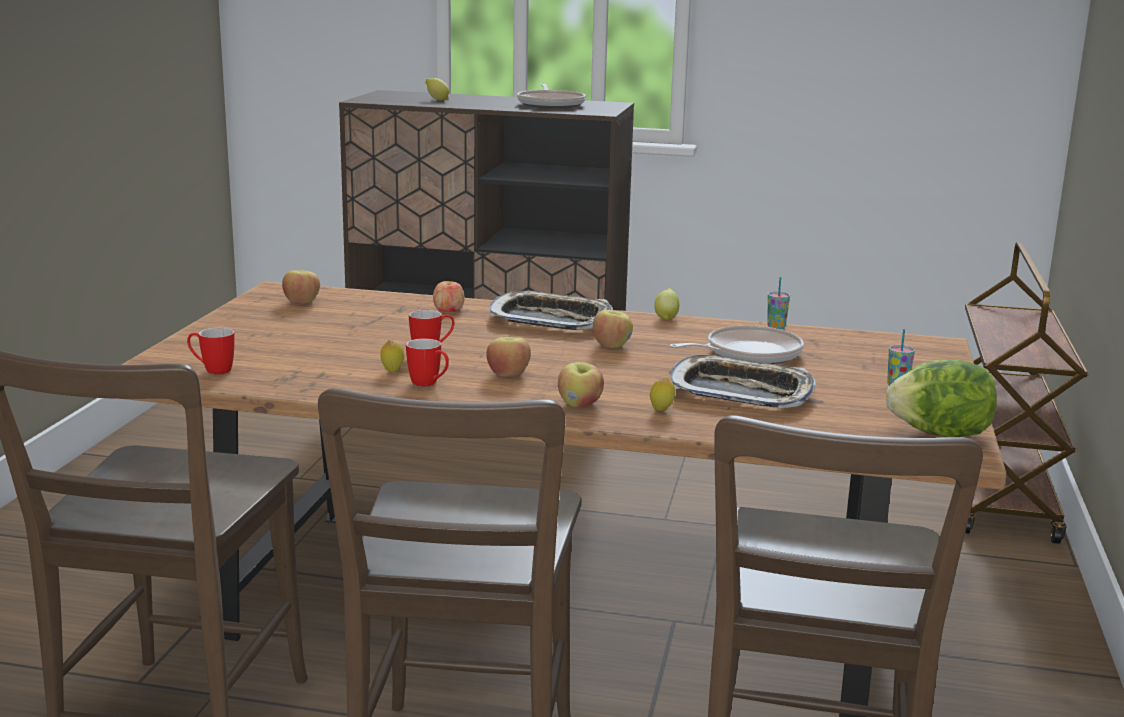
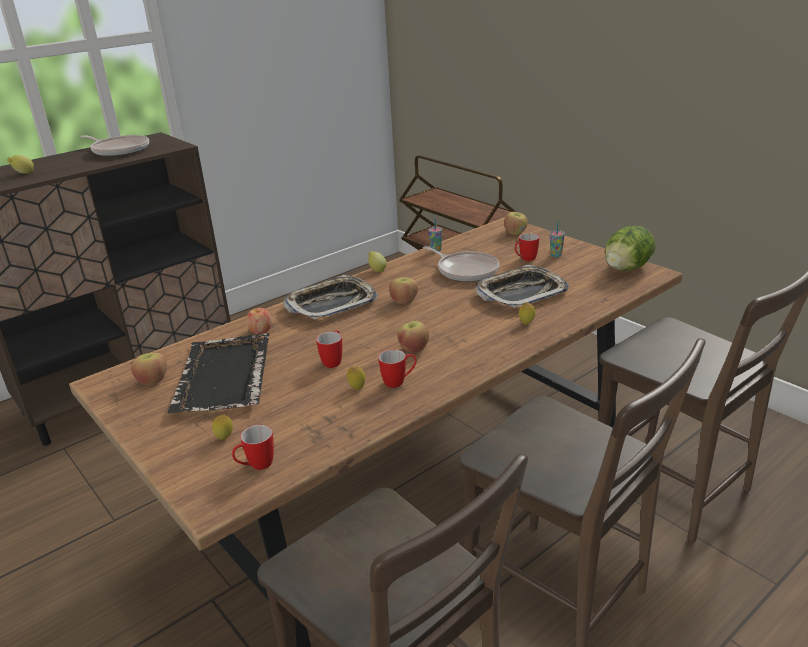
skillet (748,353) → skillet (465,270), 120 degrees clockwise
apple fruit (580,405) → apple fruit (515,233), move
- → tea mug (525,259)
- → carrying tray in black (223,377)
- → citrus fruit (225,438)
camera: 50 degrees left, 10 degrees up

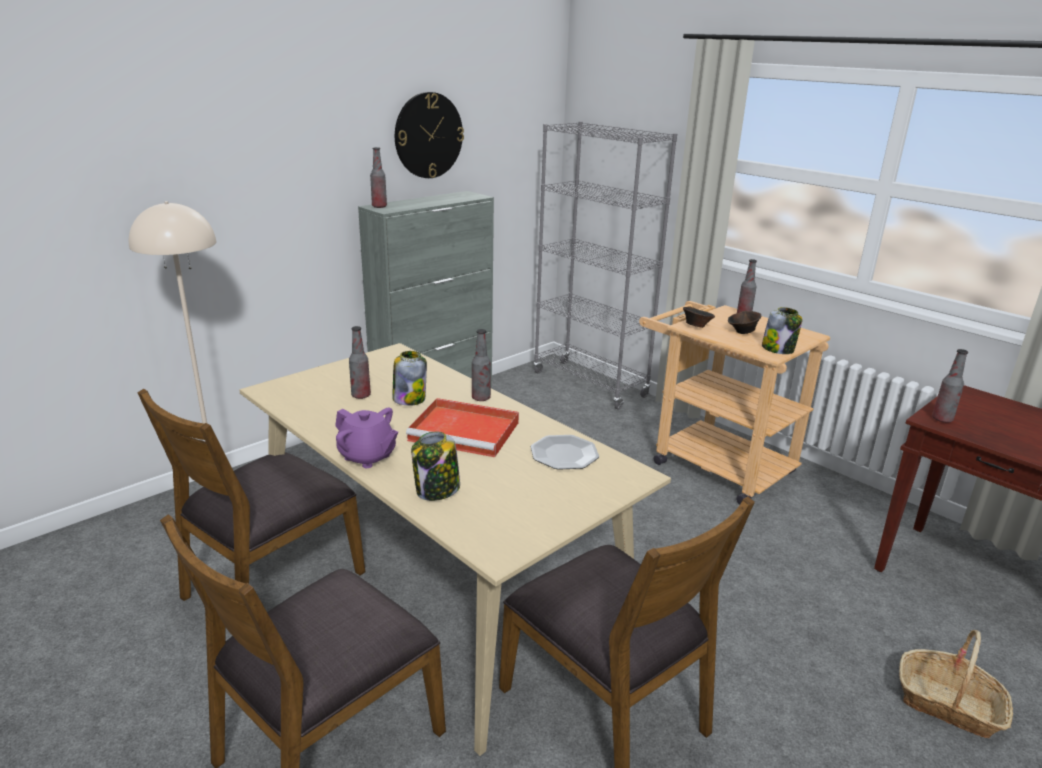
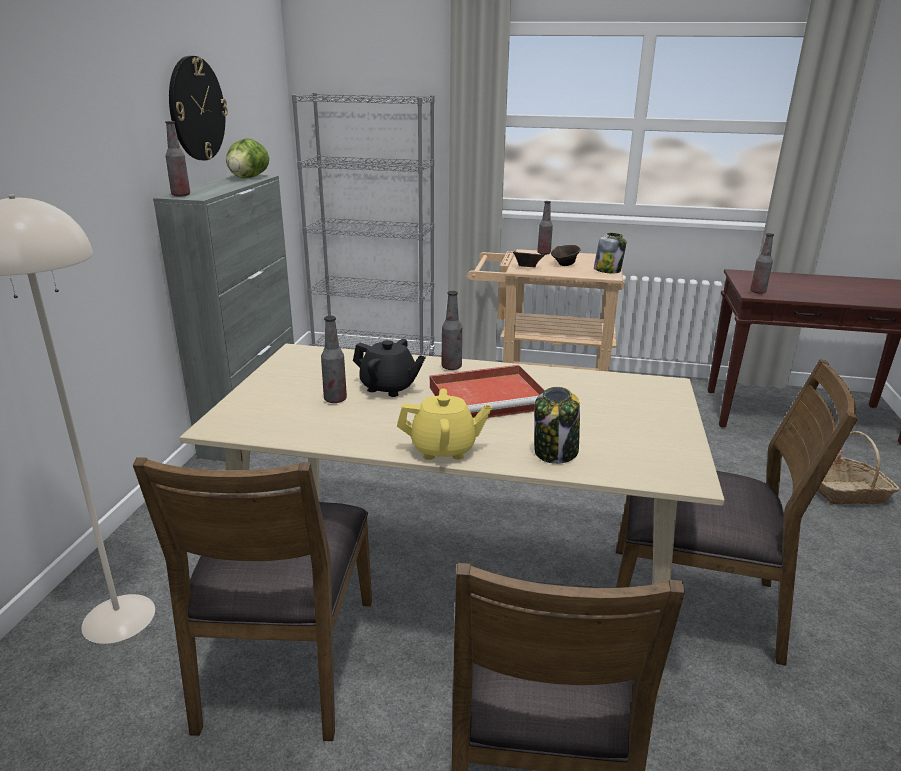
storage jar (409,399) → teapot in black (389,387)
teapot in purple-coloured (367,457) → teapot in yellowish (444,449)
dinner plate (564,454) → -
- → lettuce (248,178)
camera: 35 degrees left, 0 degrees up

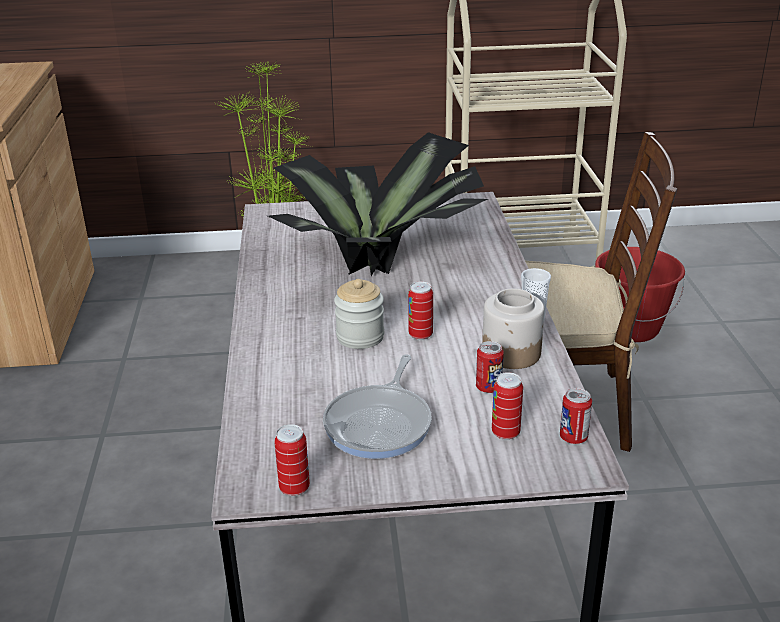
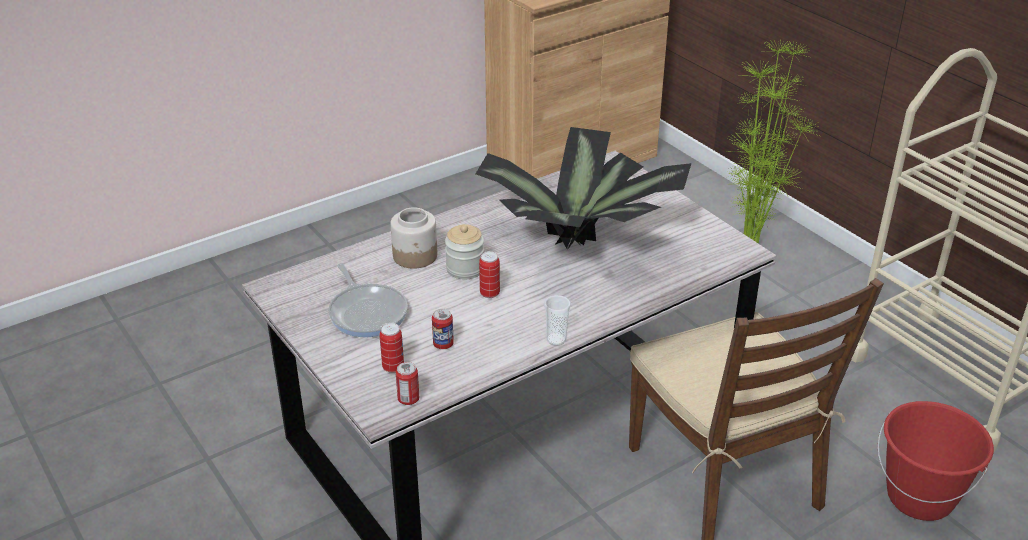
storage jar (512,353) → storage jar (415,256), move
skillet (380,424) → skillet (367,312), 105 degrees counterclockwise
metal can (294,488) → -
camera: 60 degrees right, 5 degrees up

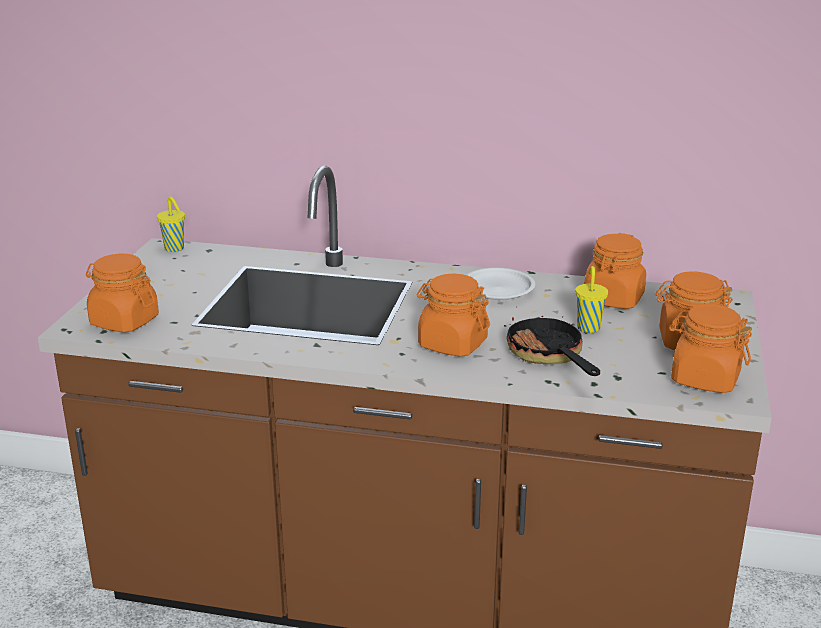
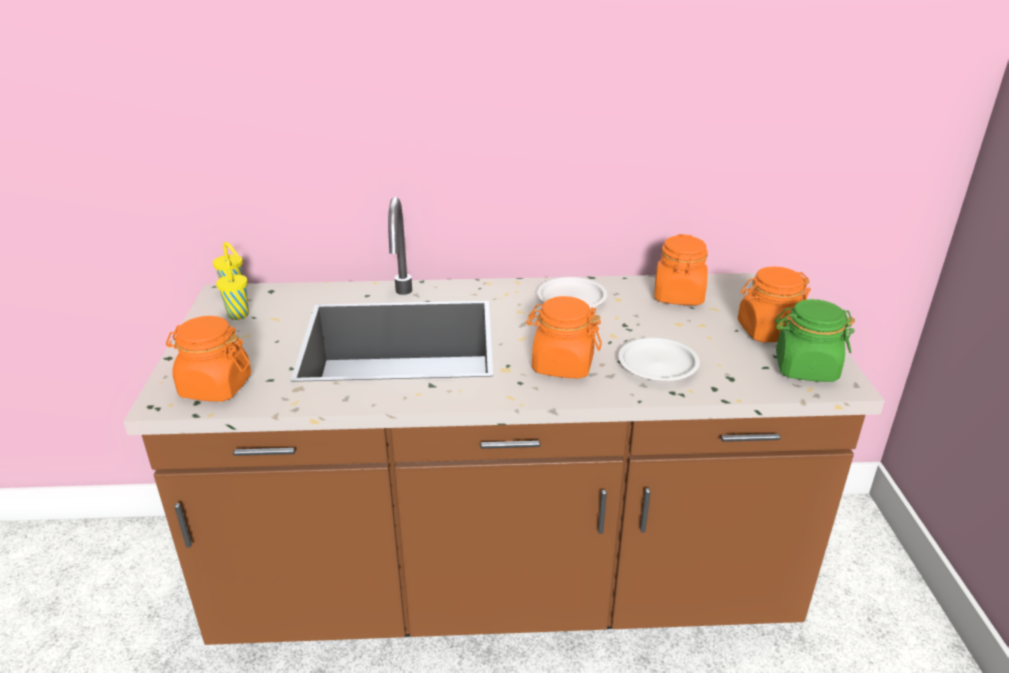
cup in yellowish (588,327) → cup in yellowish (238,314), move
storage jar in orangey (704,379) → storage jar in greenish (805,368)
skillet (549,356) → dinner plate in white-coloured (657,365)
camera: 15 degrees left, 5 degrees up

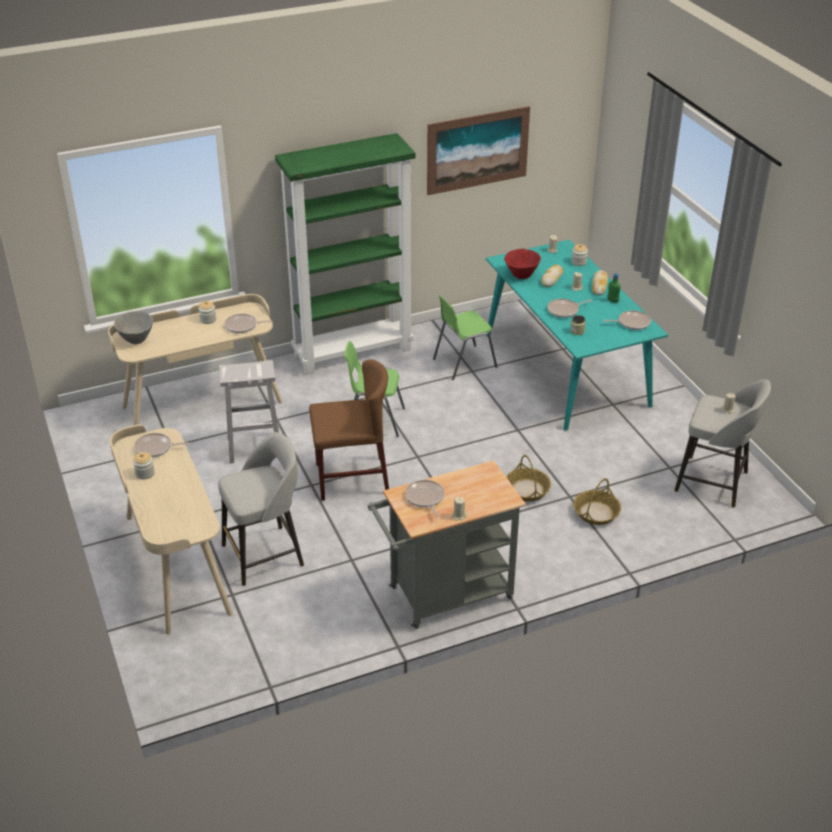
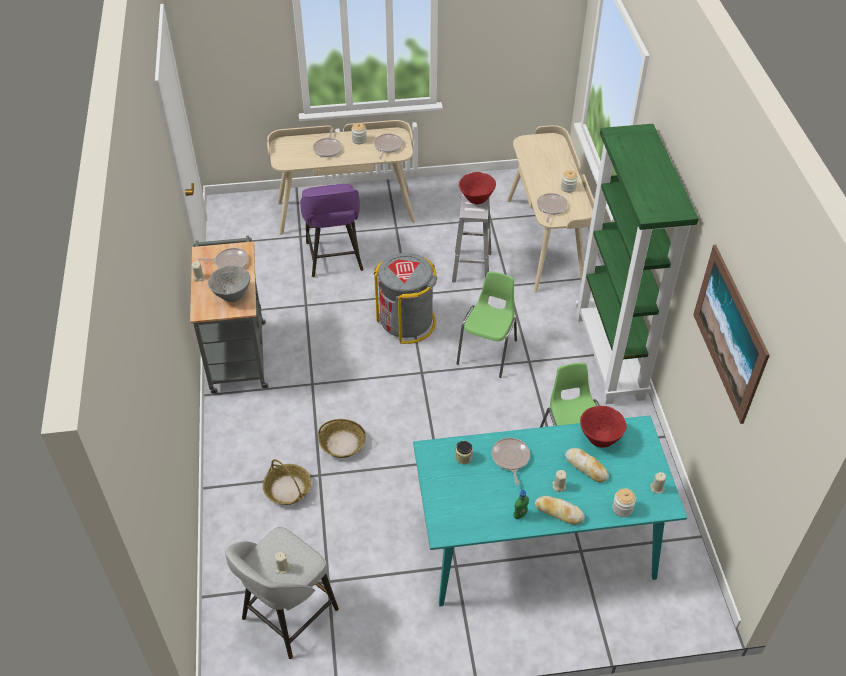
skillet (632,323) → skillet (328,149), move
bowl in gray (136,340) → bowl in gray (232,296), move
chair in brownish (352,478) → trash can in gray (407,322)
sitting stool in gray (265,554) → sitting stool in purple-coloured (334,258)
- → bowl in reddish (476,200)
camera: 105 degrees right, 10 degrees up

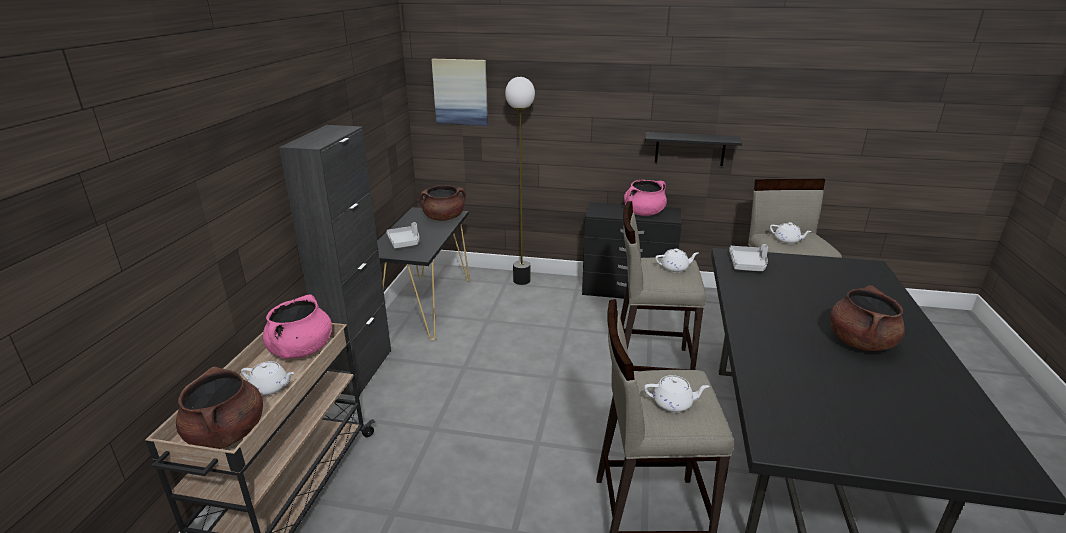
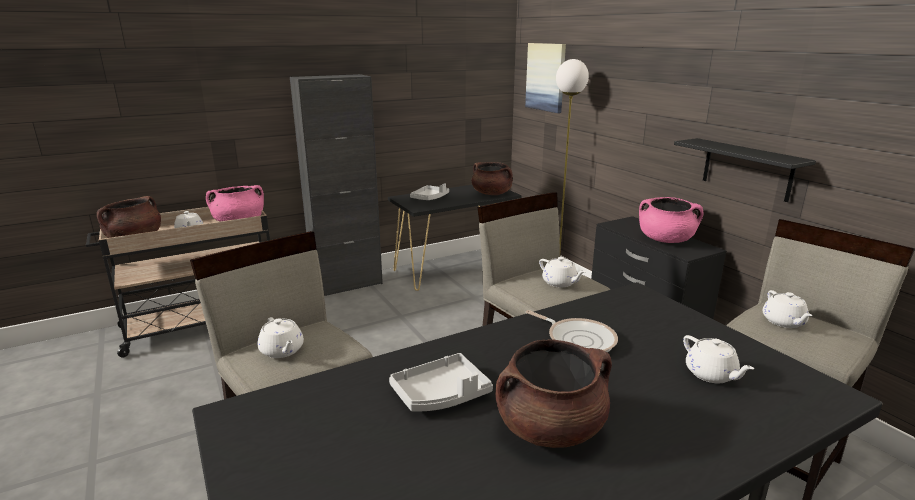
carrying tray in gray (748,264) → carrying tray in gray (441,394), move
- → skillet (578,339)
- → teapot in white-coloured (711,374)
camera: 50 degrees right, 5 degrees down

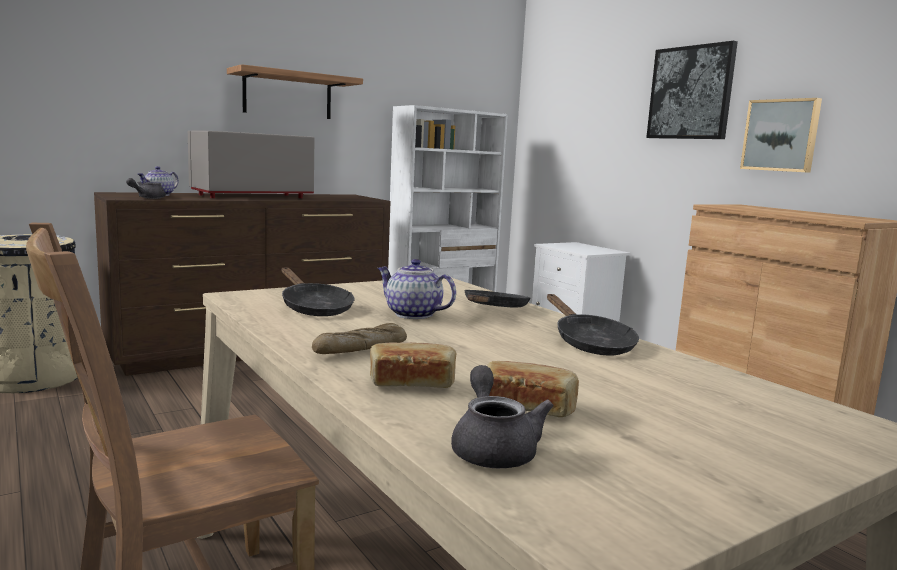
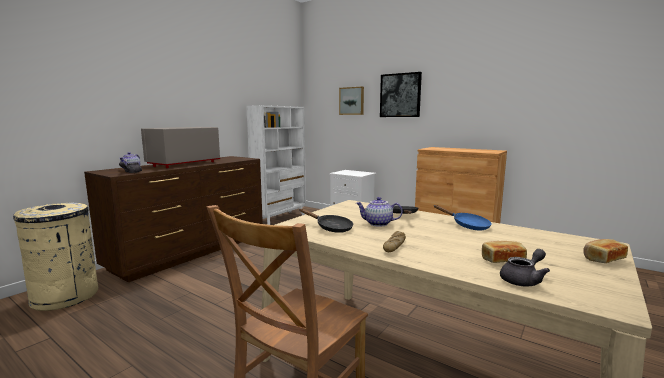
bracket shelf (287,95) → -
picture (781,135) → picture (352,101), move
skillet in black (589,343) → skillet in blue (467,225)
baked bread (412,384) → baked bread (602,259), move
teapot in gray (493,448) → teapot in gray (523,280), 90 degrees clockwise
camera: 20 degrees left, 0 degrees up

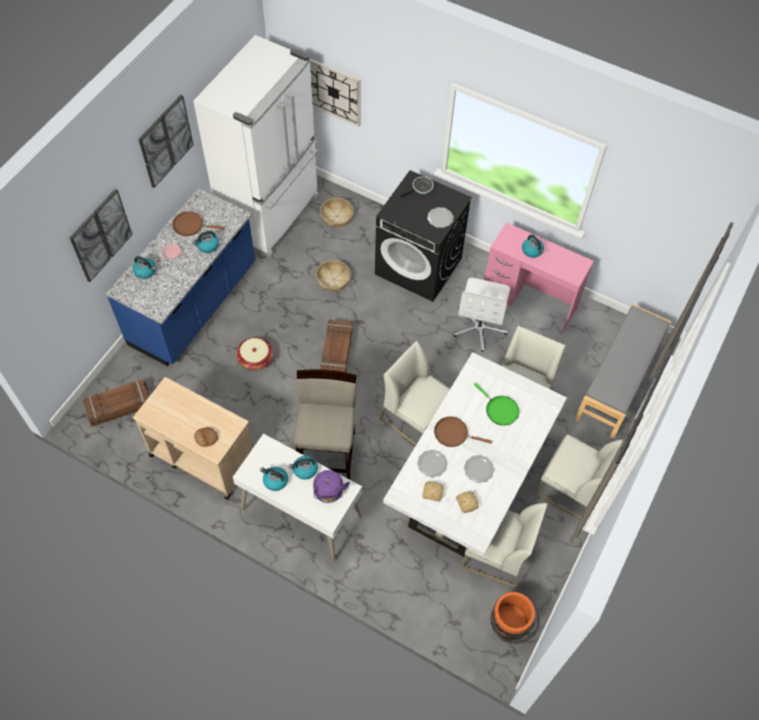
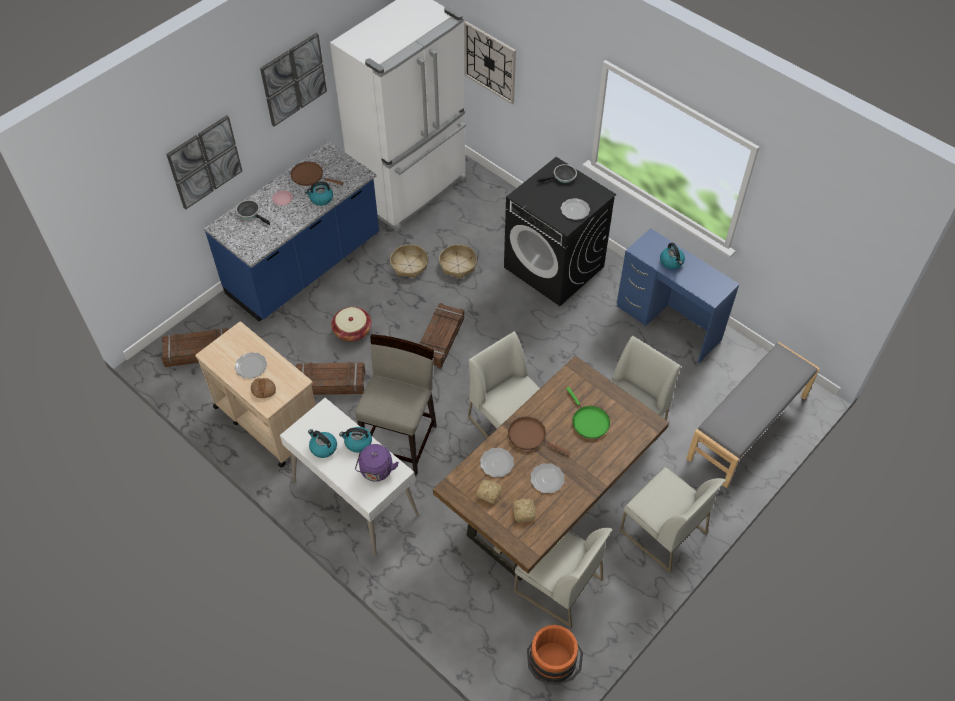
household basket (337,216) → household basket (409,265), move
desk table in pinkish (529,300) → desk table in blue (668,323)
tea kettle (145,271) → skillet (250,213)
desk chair in white-coloured (479,328) → -
kitchen table in white-coloured (469,481) → kitchen table in brownish (548,501)
- → dinner plate (251,366)
- → crate (331,382)
camera: 15 degrees right, 5 degrees down

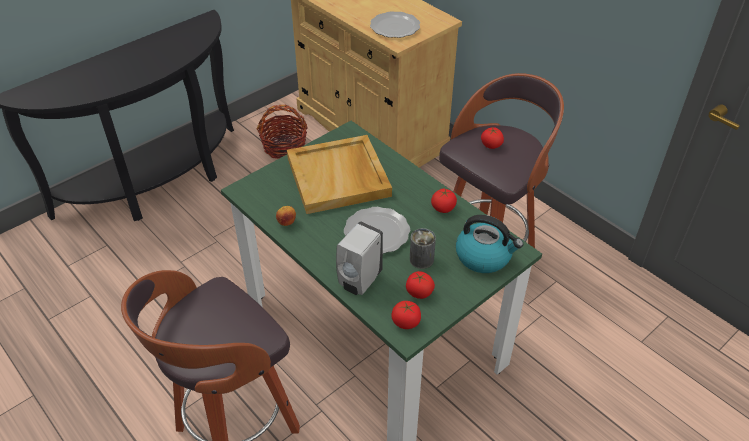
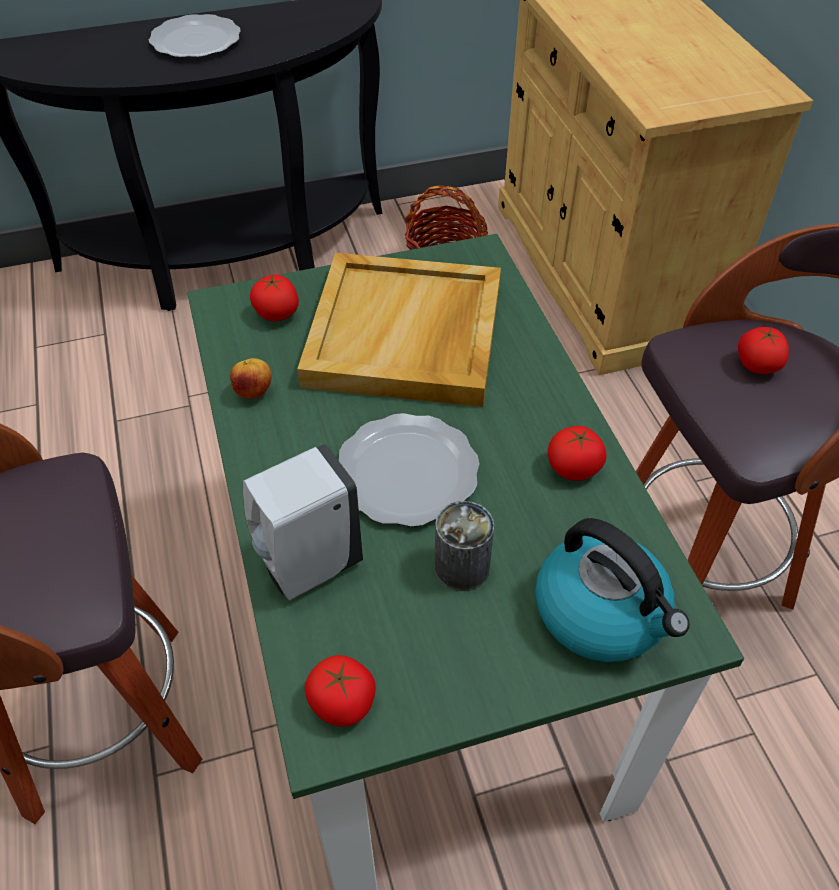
dinner plate (394,27) → dinner plate (195,41), move
fresh tomato (419,292) → fresh tomato (277,313), move
camera: 25 degrees right, 5 degrees up

